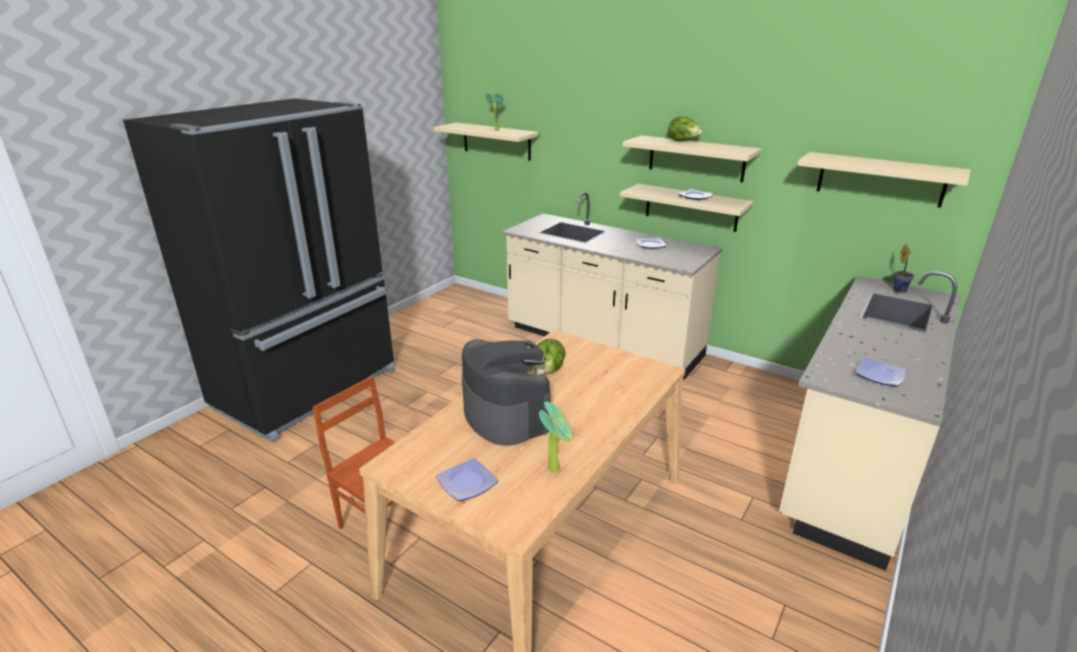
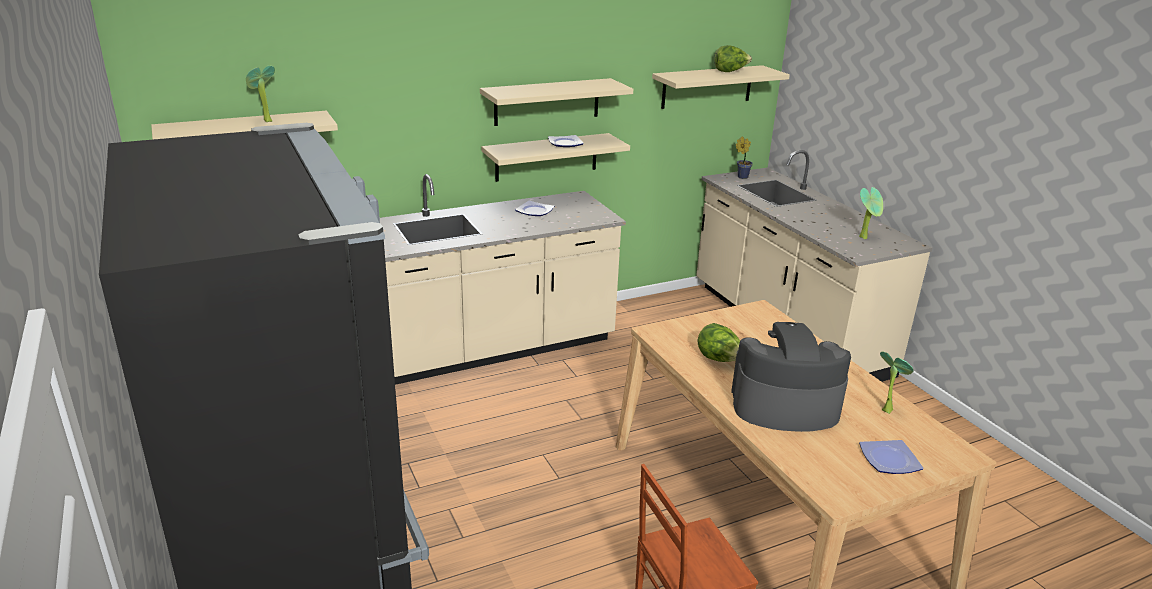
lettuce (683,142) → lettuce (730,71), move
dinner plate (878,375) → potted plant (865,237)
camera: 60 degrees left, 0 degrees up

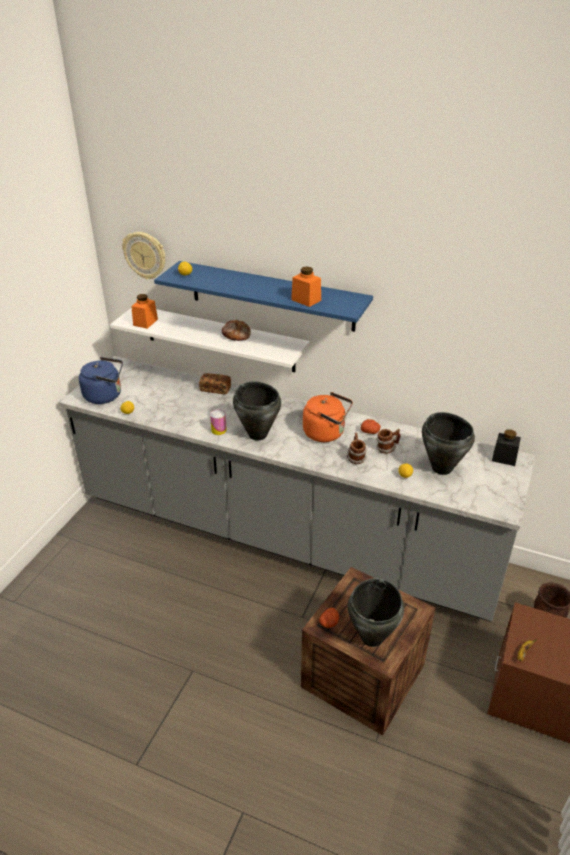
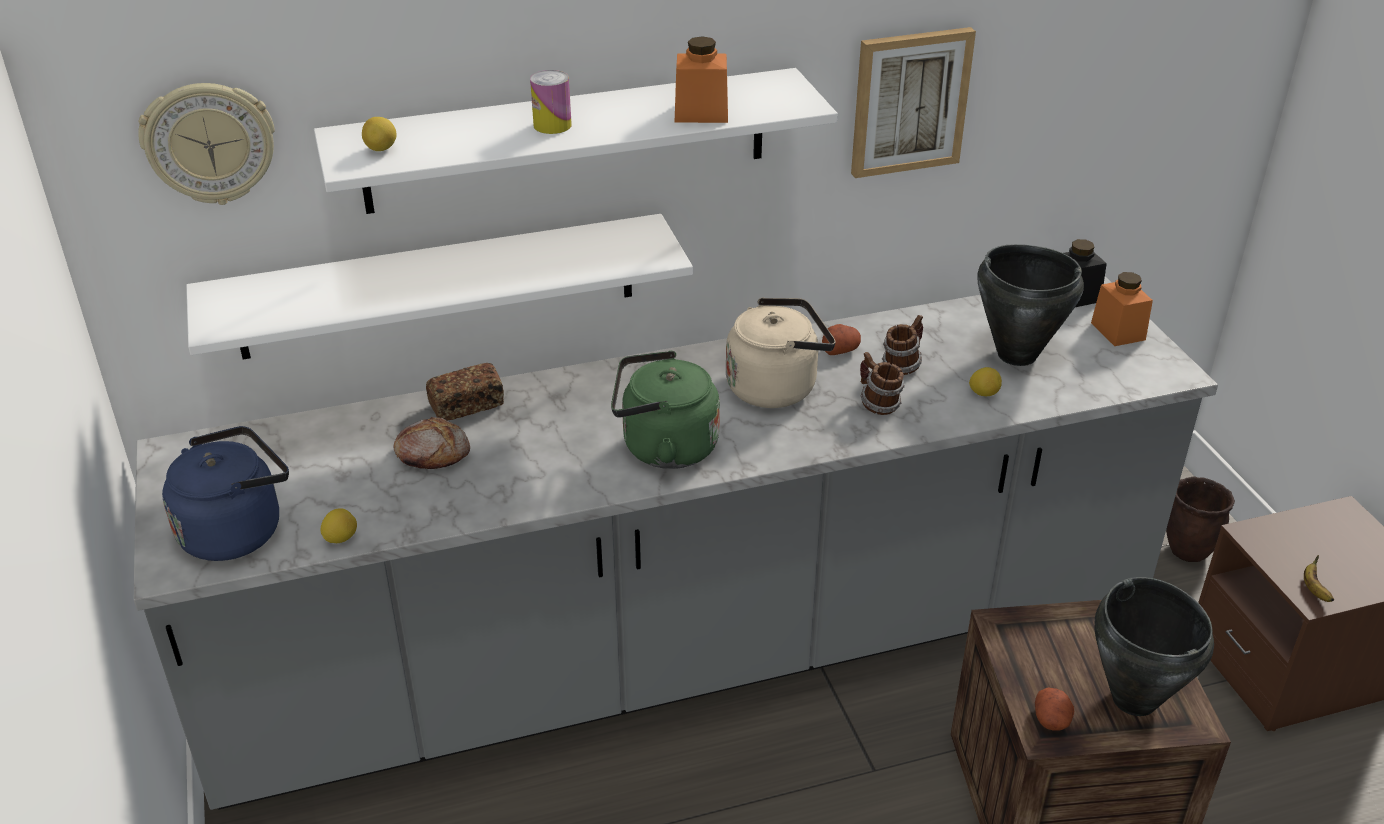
bracket shelf in blue (271,296) → bracket shelf in white-coloured (567,141)
storage jar in orangey (145,322) → storage jar in orangey (1118,331), move
baked bread (236,335) → baked bread (432,453), move
saucepot in black (258,434) → tea kettle in greenish (663,447)
tea kettle in orangey (326,433) → tea kettle in beige-coloured (776,387)
metal can (219,430) → metal can (552,125), move
- → picture (909,101)
camera: 40 degrees left, 0 degrees up

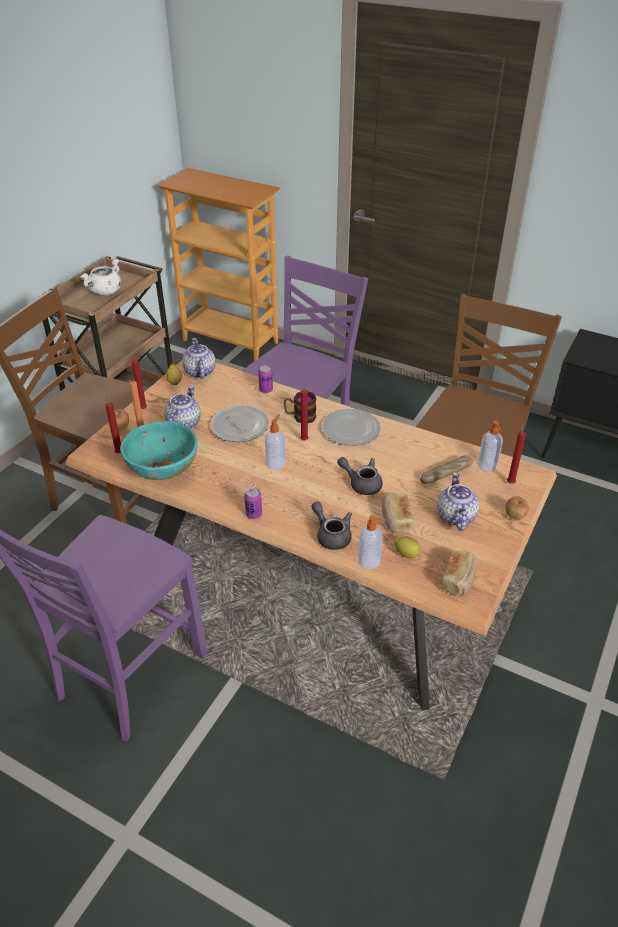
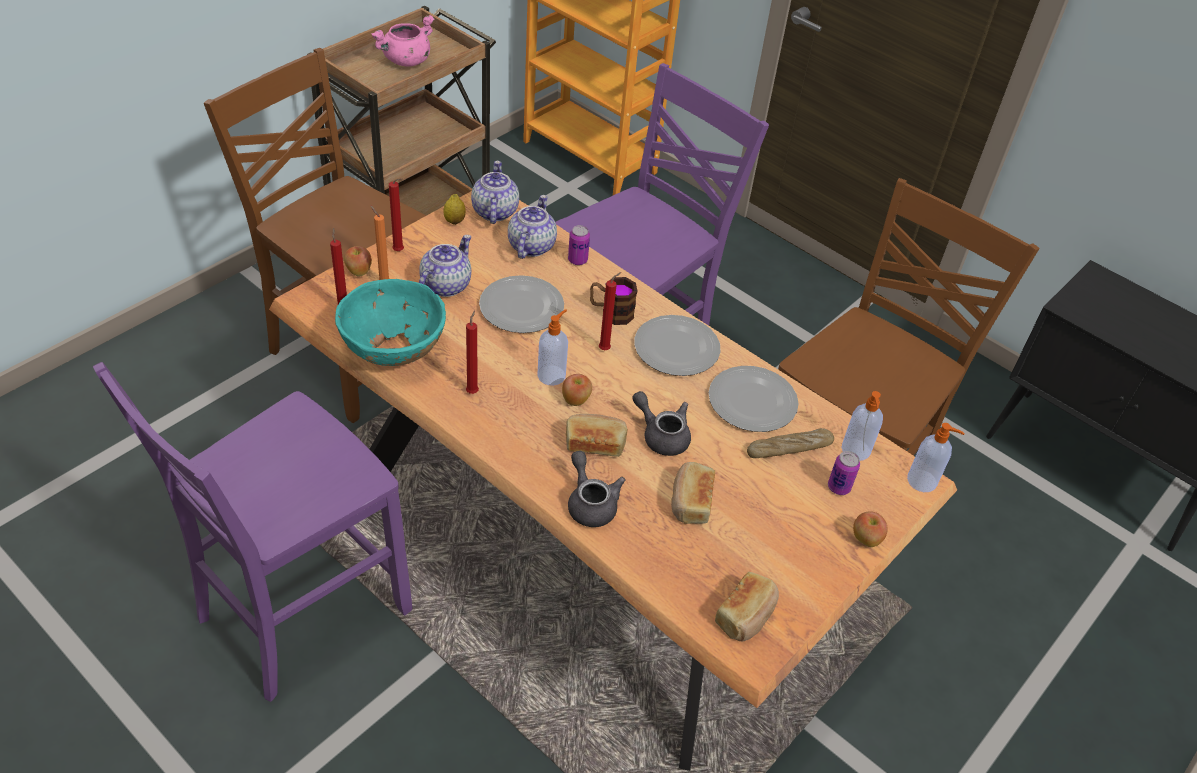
saucepot in white-coloured (105,292) → saucepot in pinkish (406,61)
candle in reddish (510,482) → candle in reddish (473,391), move
teapot (455,516) → teapot (531,246), move
metal can (254,514) → metal can (838,487), move
soap dispenser (370,561) → soap dispenser (923,481), move
citrus fruit (407,554) → -
- → dinner plate (752,400)
- → apple fruit (576,400)
- → baked bread (595,443)
camera: 10 degrees right, 5 degrees up

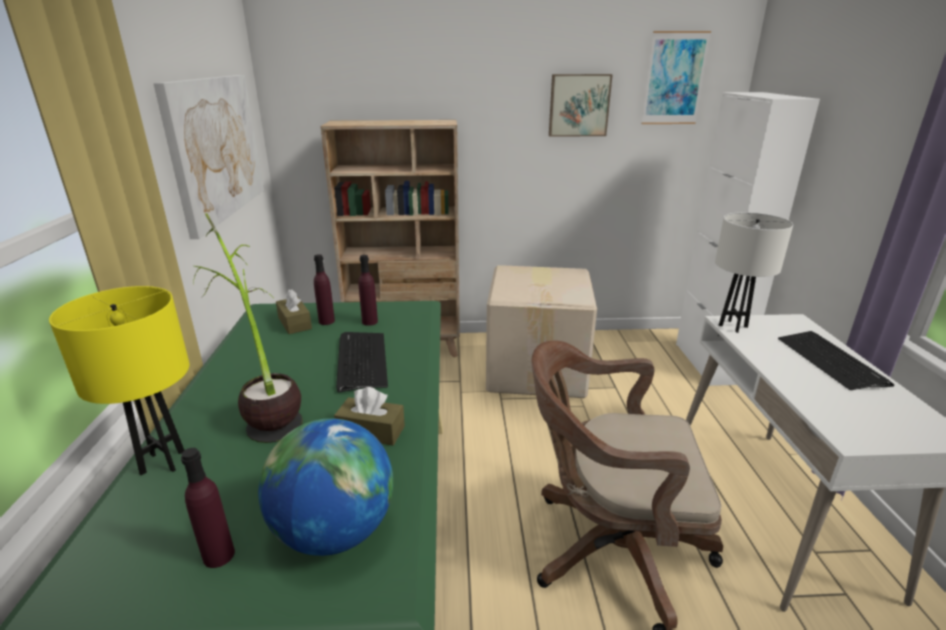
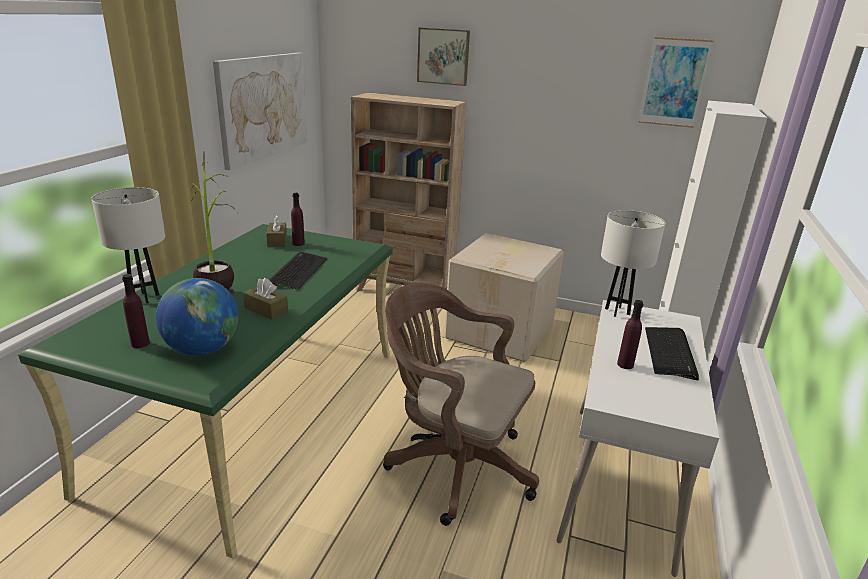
picture (578,105) → picture (443,56), move
drink bottle in purple-coloured (370,322) → drink bottle in purple-coloured (625,364), move
tabletop lamp in yellowish (162,462) → tabletop lamp in white-coloured (144,297)
camera: 20 degrees right, 0 degrees up

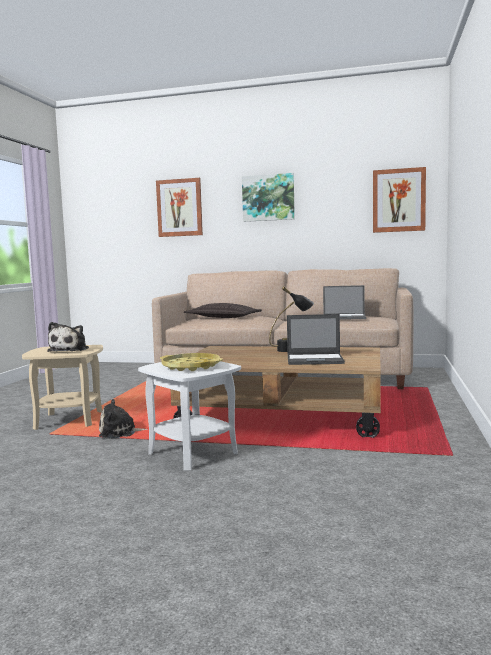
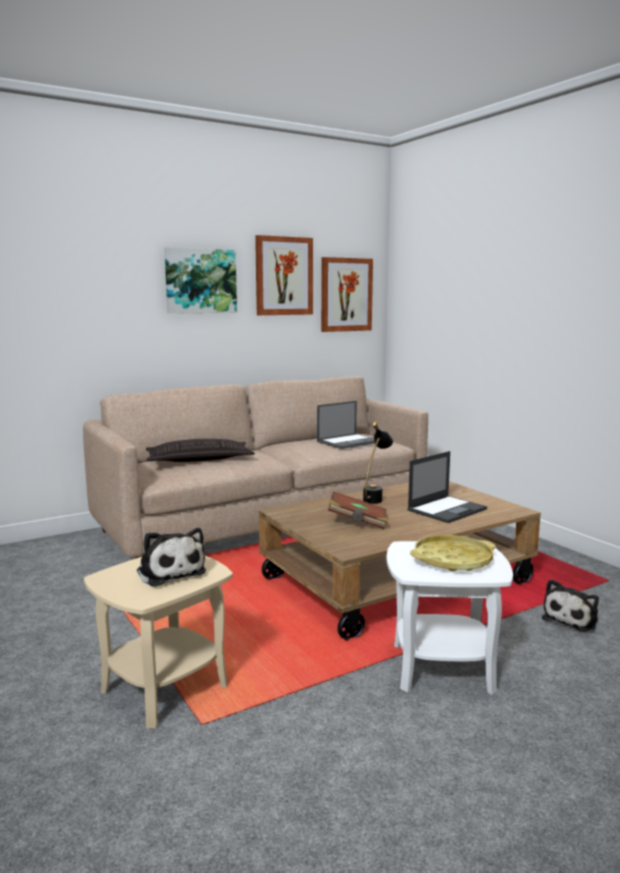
picture (179,208) → picture (284,276), move
plush toy (120,432) → plush toy (572,619), move
- → bound book in brownish (357,522)
camera: 45 degrees left, 5 degrees up

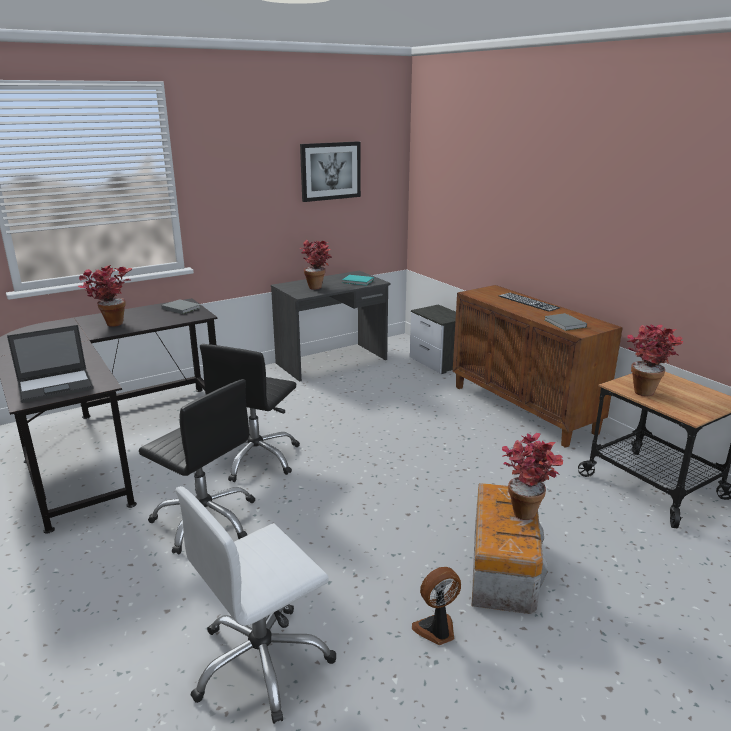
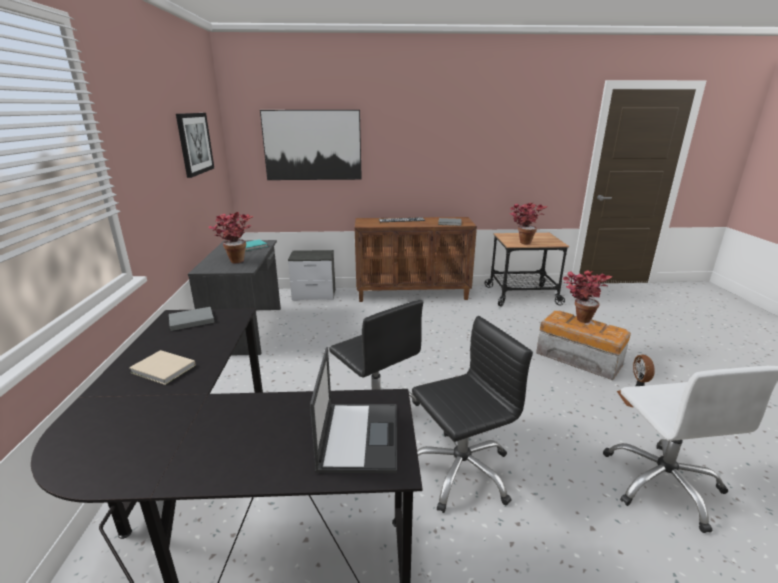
potted plant (110,323) → bound book in beige-coloured (163,370)
- → picture (312,145)
camera: 60 degrees left, 0 degrees up

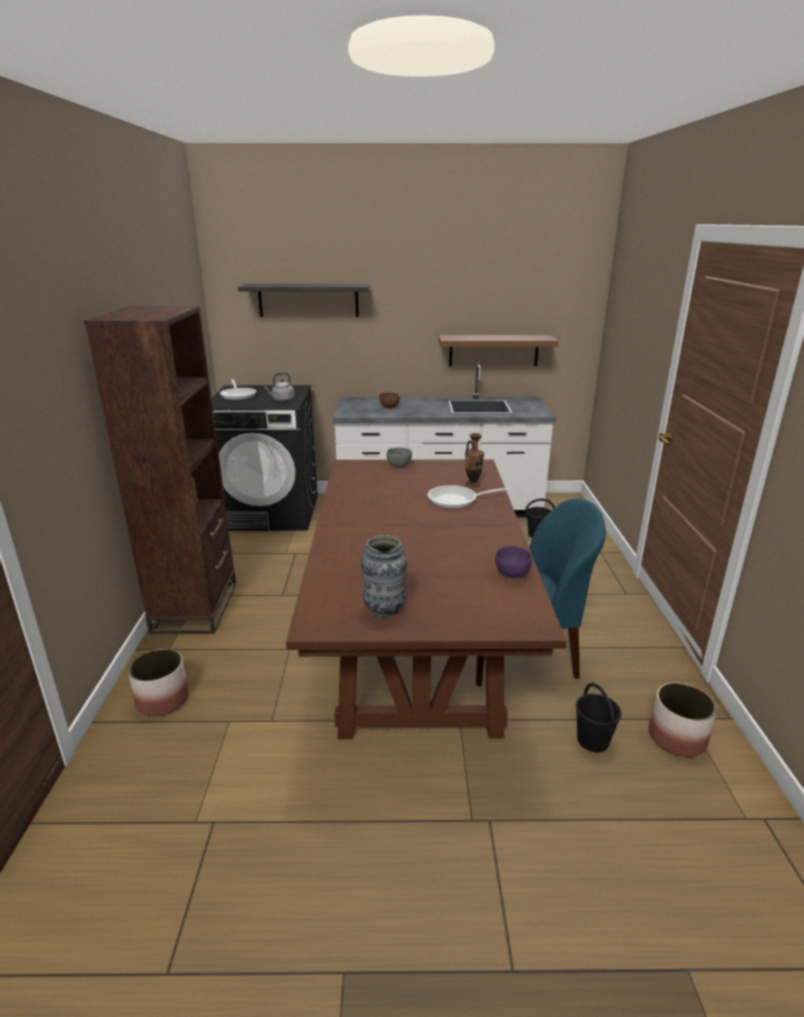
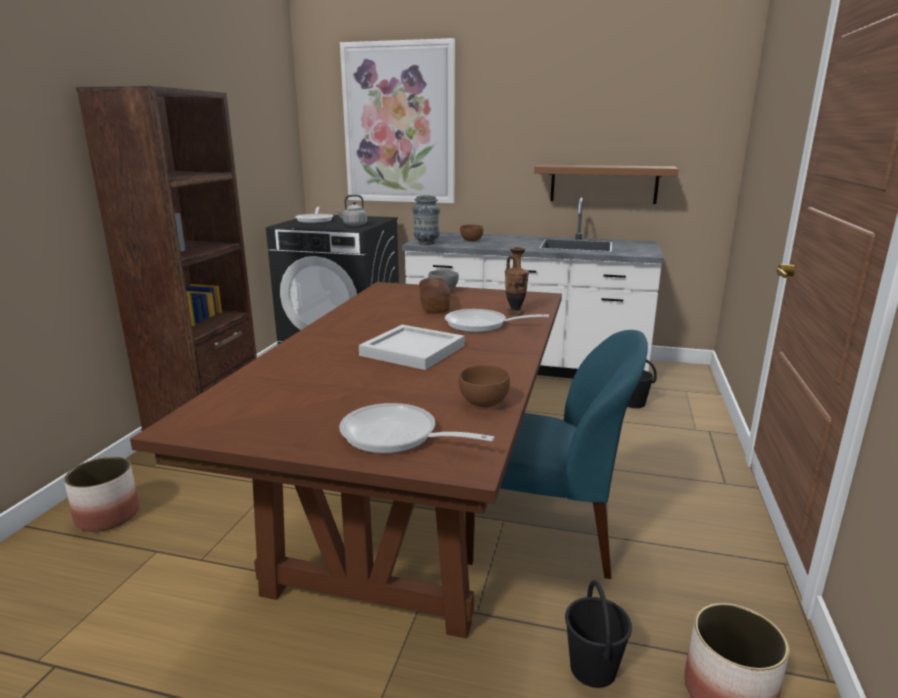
bracket shelf (308,300) → picture (399,124)
vase (384,610) → vase (426,243), move
bowl in purple-coloured (512,574) → bowl in brownish (484,403)
- → baked bread (434,306)
- → carrying tray in white-coloured (413,351)
- → skillet (396,437)
camera: 15 degrees right, 5 degrees down

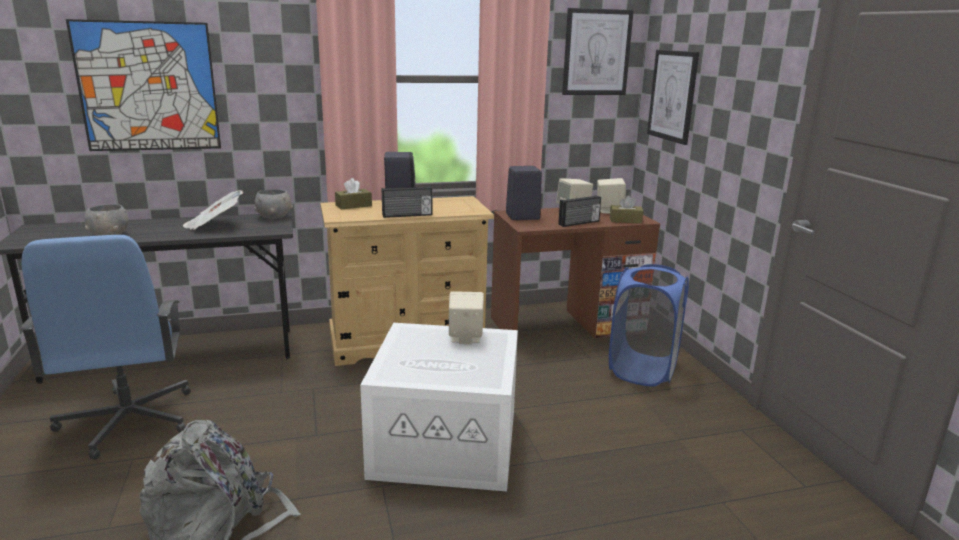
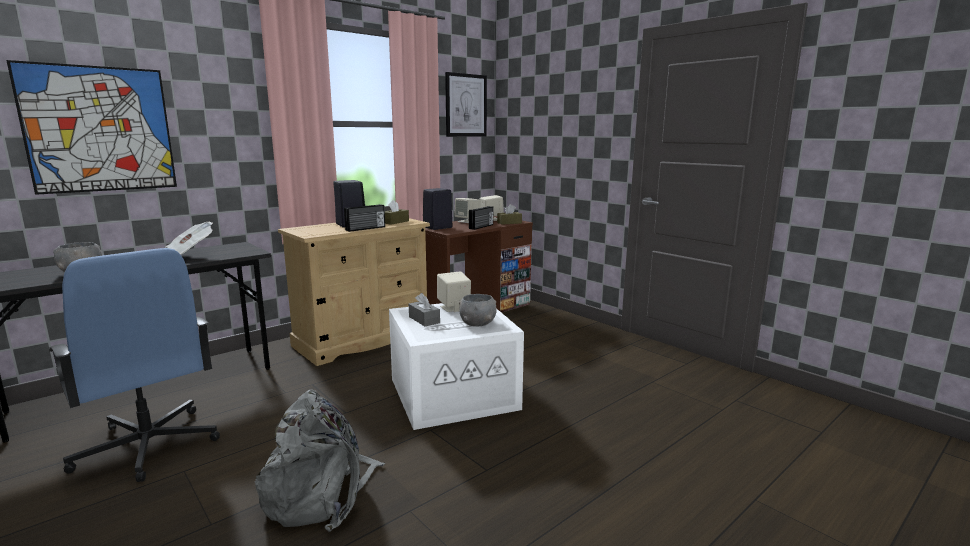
picture (672,95) → -
tissue holder in brownish (353,205) → tissue holder in brownish (395,222), move
bowl in gray (274,217) → bowl in gray (478,324), move
laundry basket in blue (643,370) → -
- → tissue holder in gray (424,320)
camera: 25 degrees left, 5 degrees down

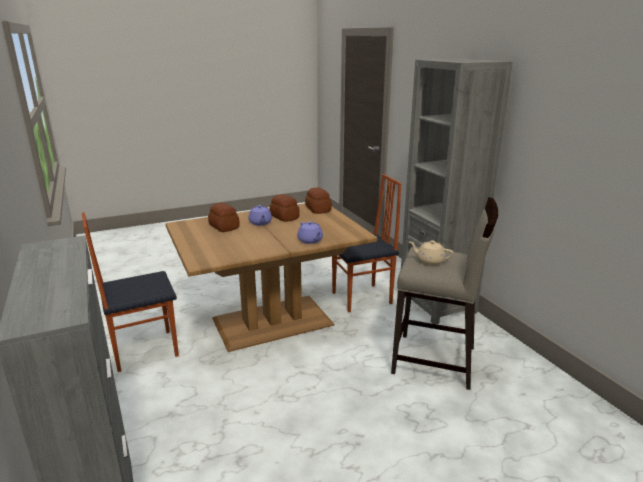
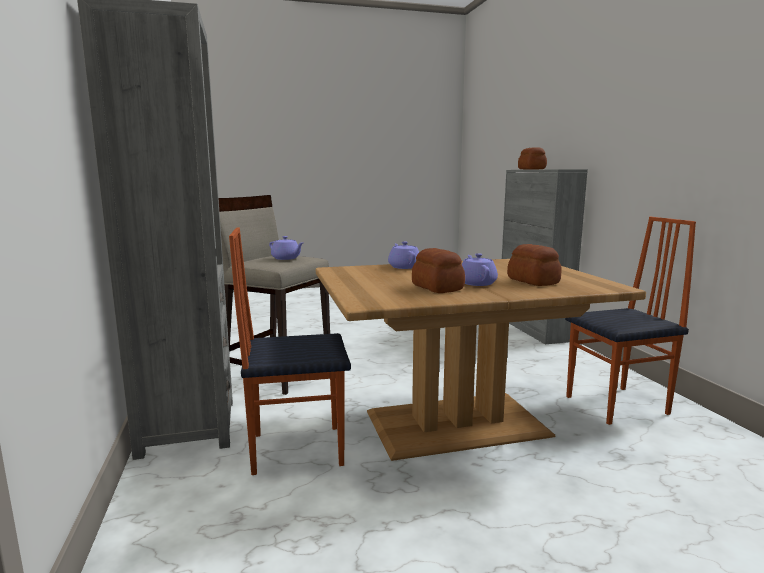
baked bread (318,209) → baked bread (531,169), move
teapot in beige-coloured (429,260) → teapot in purple-coloured (286,258)
camera: 170 degrees left, 10 degrees down

